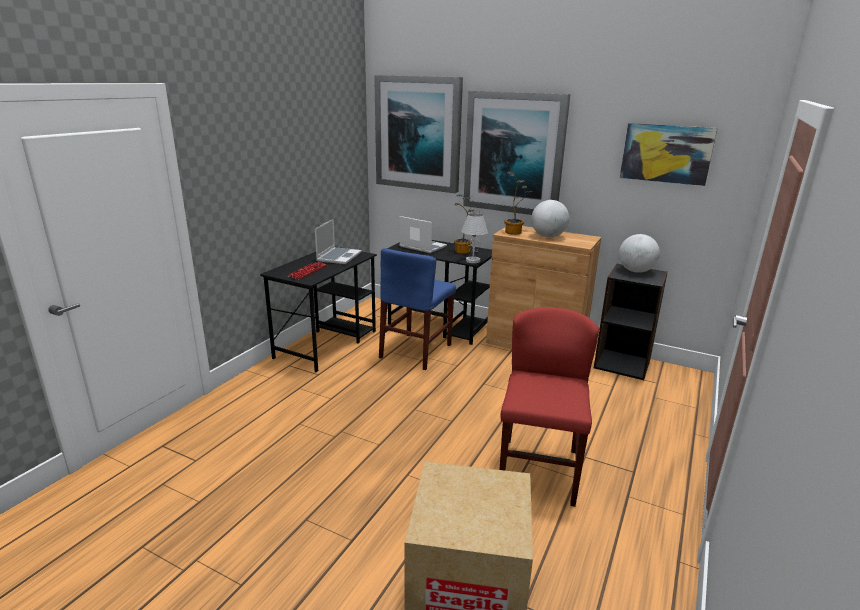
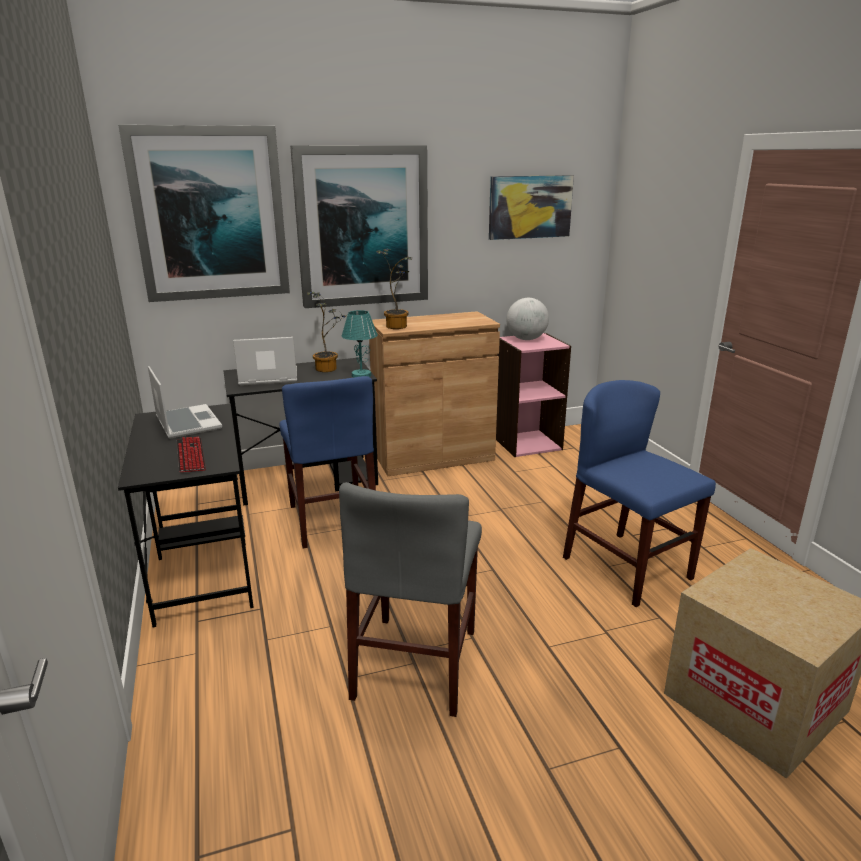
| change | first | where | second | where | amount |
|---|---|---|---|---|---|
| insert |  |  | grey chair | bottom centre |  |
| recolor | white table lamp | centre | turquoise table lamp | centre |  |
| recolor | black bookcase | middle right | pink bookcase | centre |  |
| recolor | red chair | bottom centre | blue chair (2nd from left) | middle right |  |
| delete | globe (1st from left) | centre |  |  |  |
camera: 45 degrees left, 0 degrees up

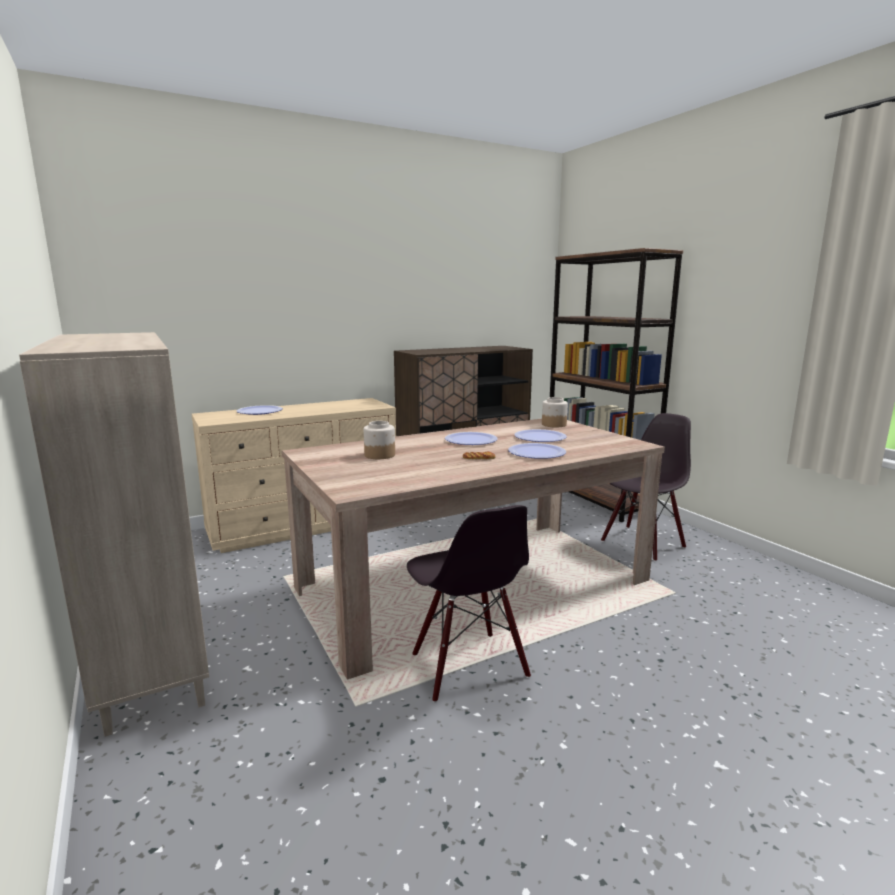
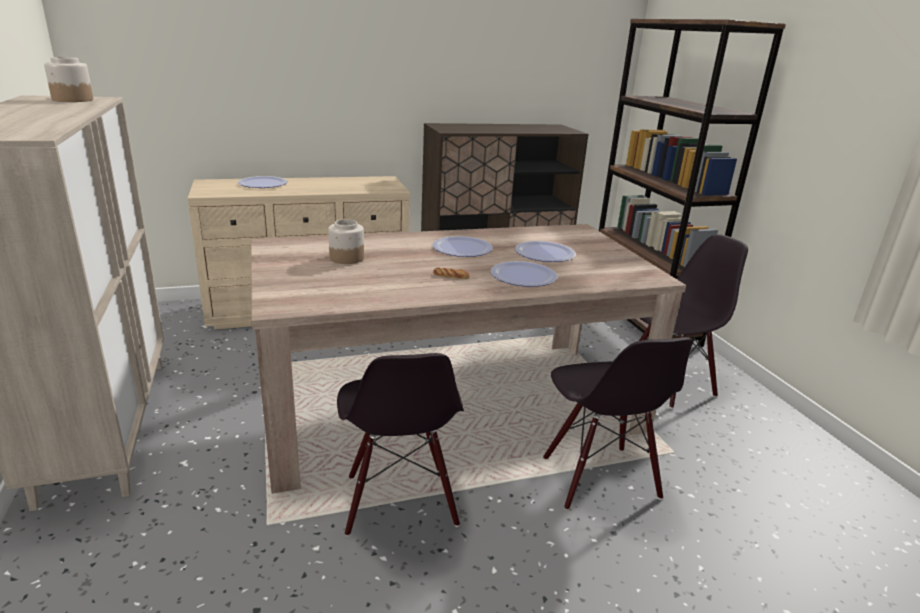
| change | first | where | second | where | amount |
|---|---|---|---|---|---|
| move | jar (2nd from left in the first image) | centre | jar (1st from left) | top left |  |
| insert |  |  | black chair (2nd from left) | bottom right |  |
camera: 10 degrees right, 10 degrees up

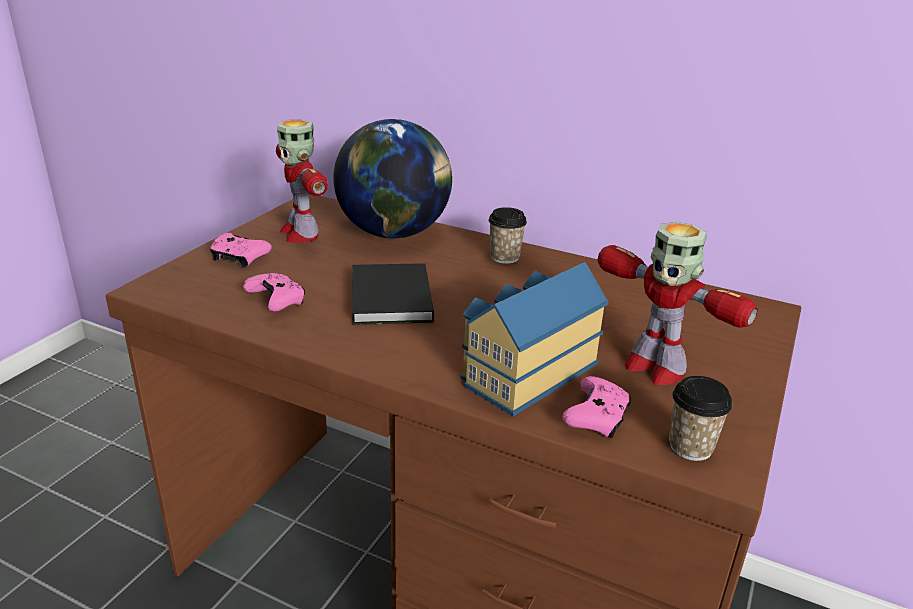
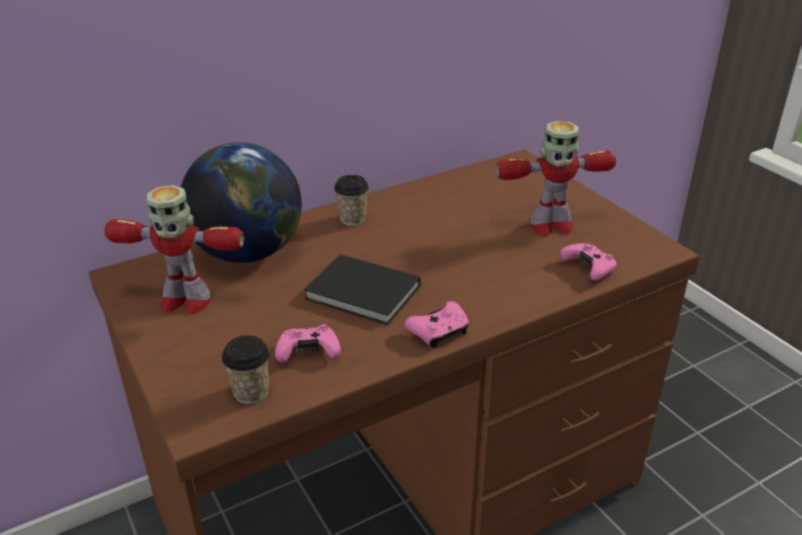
| change | first | where | second | where | amount |
|---|---|---|---|---|---|
| move | cup (2nd from left in the first image) | bottom right | cup (1st from left) | bottom left |  |
| move | pink game controller (1st from left in the first image) | middle left | pink game controller (2nd from left) | centre |  |
| delete | toy house | centre |  |  |  |
camera: 55 degrees left, 5 degrees up

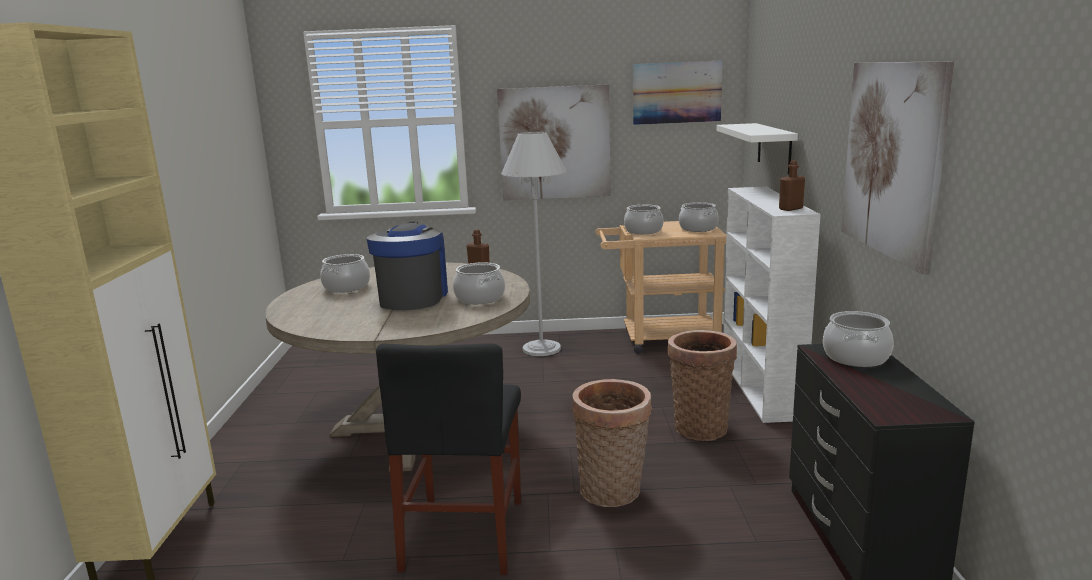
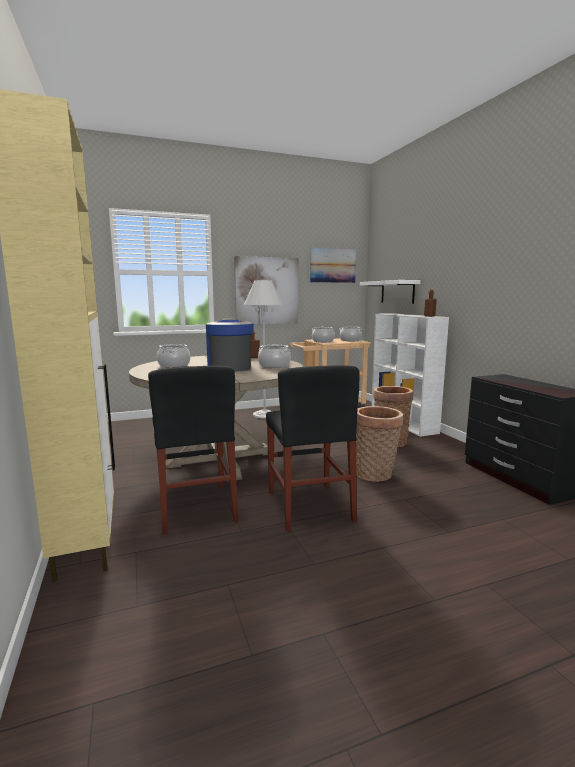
| change | first | where | second | where | amount |
|---|---|---|---|---|---|
| insert |  |  | black chair (1st from left) | centre |  |
| delete | cooking pot (5th from left) | middle right |  |  |  |
| delete | picture (3rd from left) | top right |  |  |  |
camera: 20 degrees left, 5 degrees down

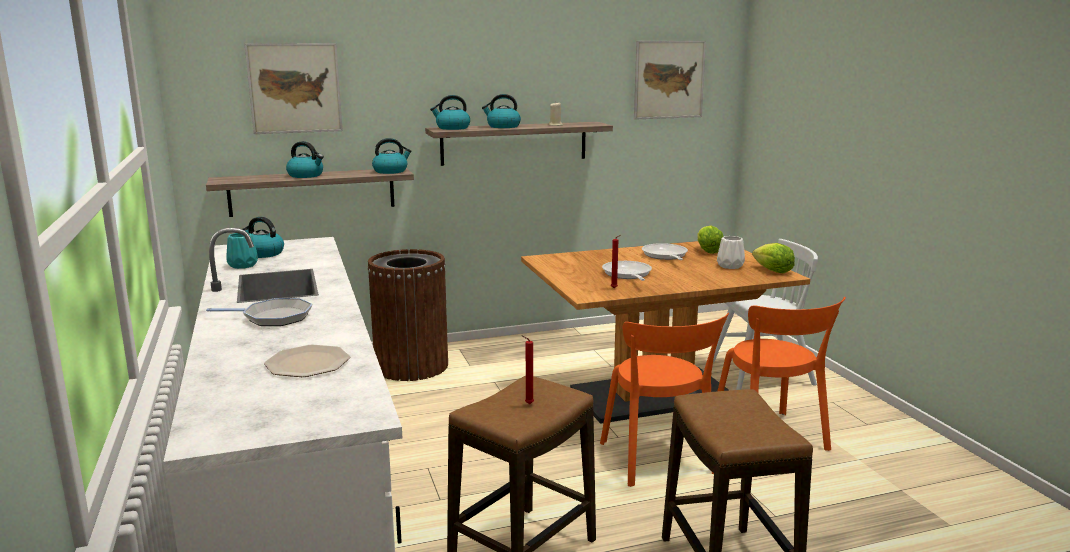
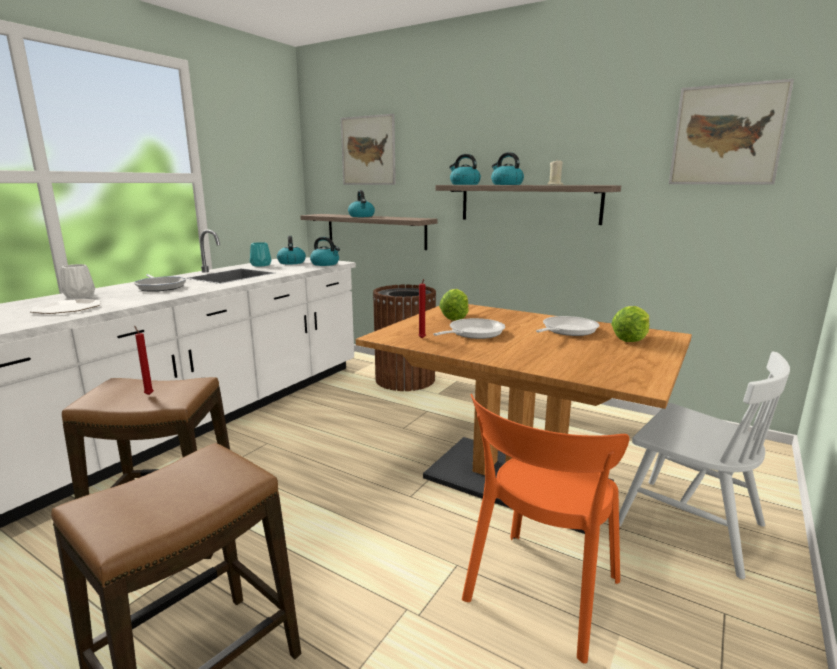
| change | first | where | second | where | amount |
|---|---|---|---|---|---|
| move | white vase | middle right |  | middle left |  |
| move | kettle (3rd from left in the first image) | top centre | kettle (2nd from left) | centre |  |
| move | lettuce (2nd from left in the first image) | middle right | lettuce (1st from left) | centre |  |
| delete | orange chair (1st from left) | bottom centre |  |  |  |
camera: 50 degrees right, 0 degrees up

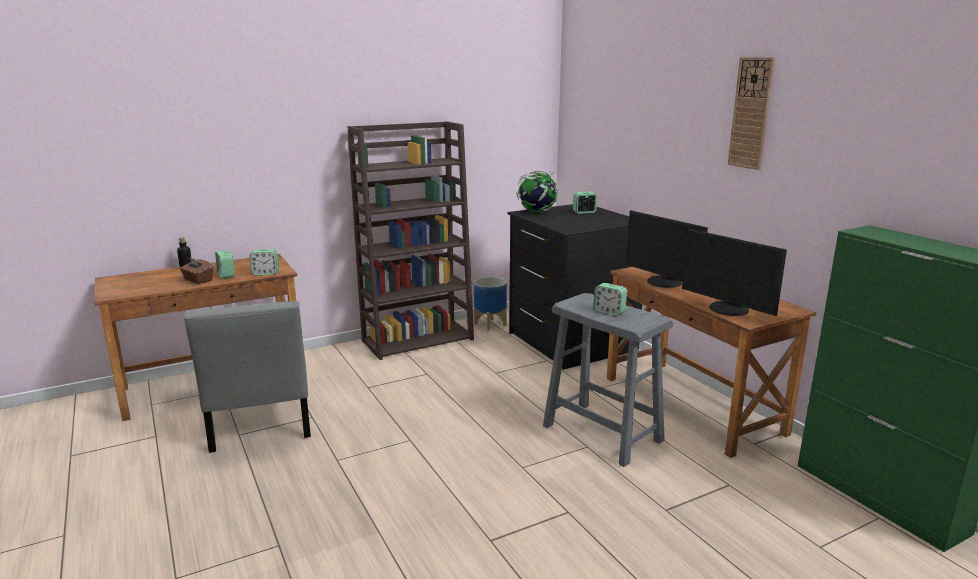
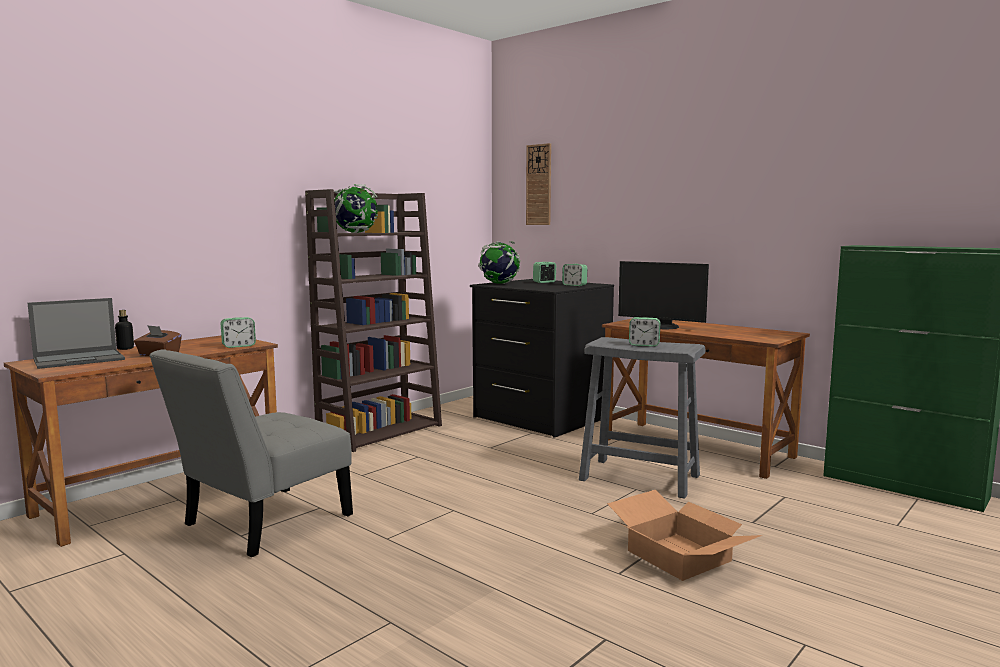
| change | first | where | second | where | amount |
|---|---|---|---|---|---|
| insert |  |  | laptop | middle left |  |
| rotate | grey chair | middle left |  | bottom left | 75 degrees clockwise |
| insert |  |  | globe (1st from left) | top centre |  |
| move | wall clock | top right |  | top centre |  |
| move | alarm clock (1st from left in the first image) | middle left | alarm clock (3rd from left) | centre |  |
| insert |  |  | cardboard box | bottom right |  |
| delete | planter | centre |  |  |  |
| delete | monitor (2nd from left) | middle right |  |  |  |
camera: 20 degrees left, 10 degrees down

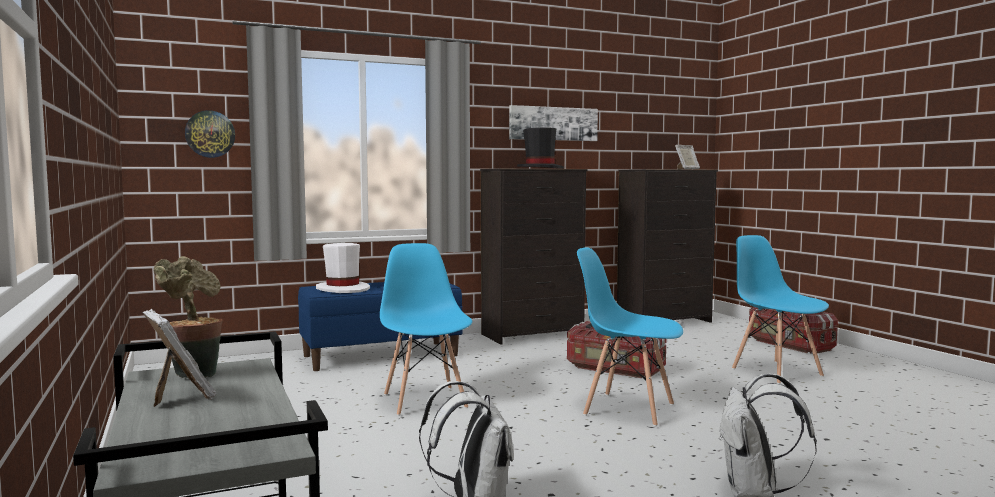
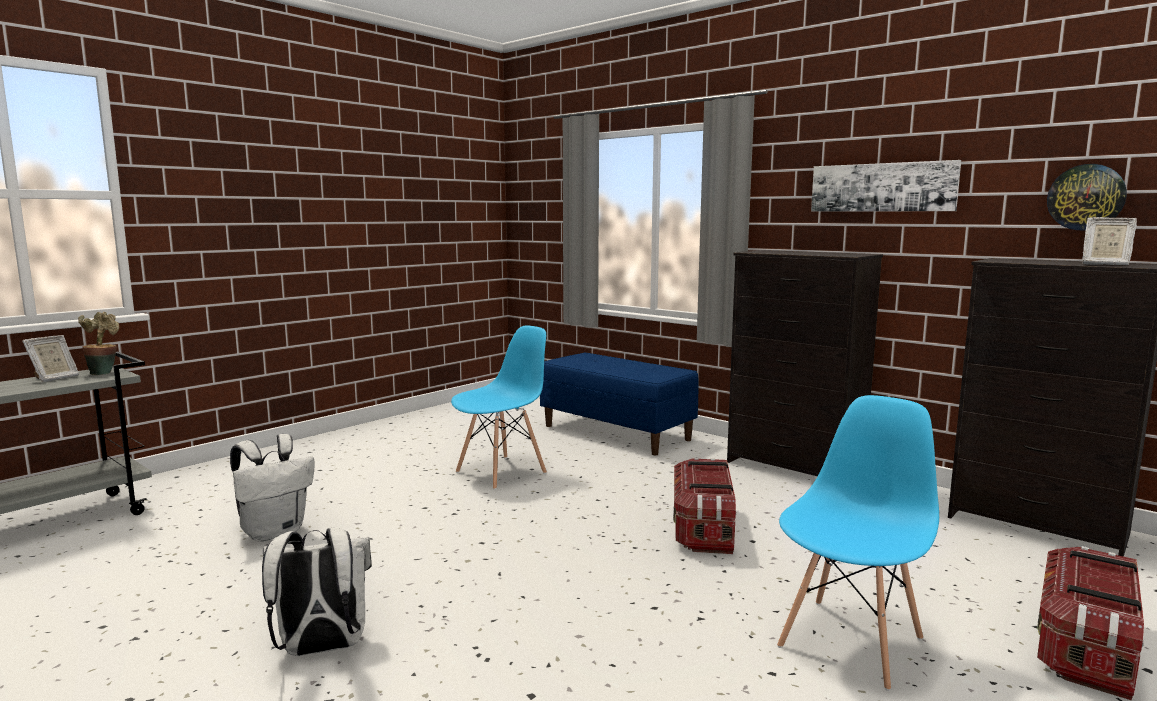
| change | first | where | second | where | amount |
|---|---|---|---|---|---|
| move | wall clock | top left |  | top right |  |
| delete | white hat | centre |  |  |  |
| delete | black hat | top centre |  |  |  |
| delete | blue chair (2nd from left) | bottom centre |  |  |  |
camera: 65 degrees right, 5 degrees up

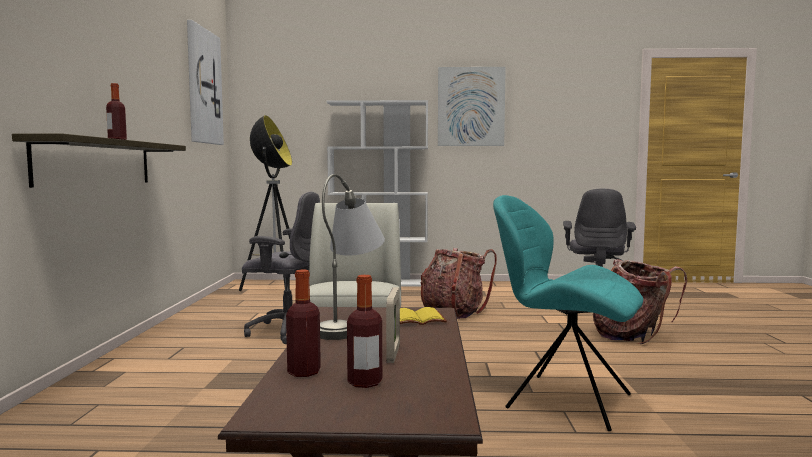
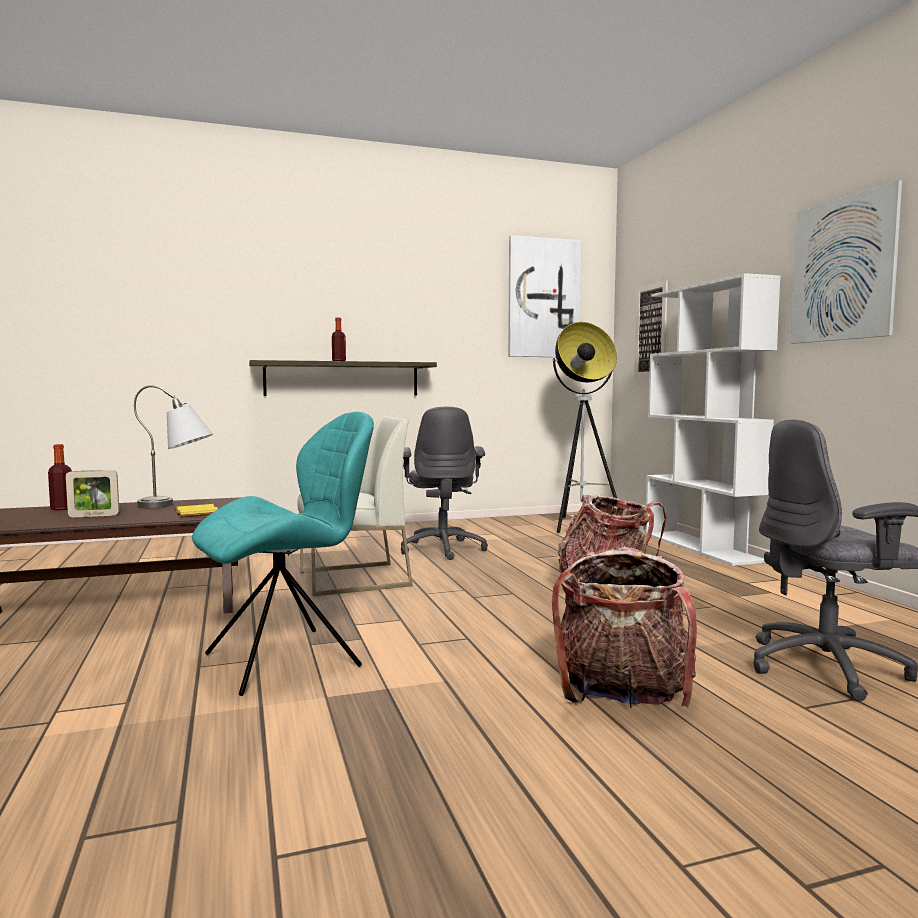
| change | first | where | second | where | amount |
|---|---|---|---|---|---|
| rotate | turquoise chair | bottom right |  | middle left | 45 degrees clockwise |
| insert |  |  | picture (2nd from left) | middle right |  |
| delete | bottle (3rd from left) | bottom centre |  |  |  |
camera: 70 degrees right, 0 degrees up

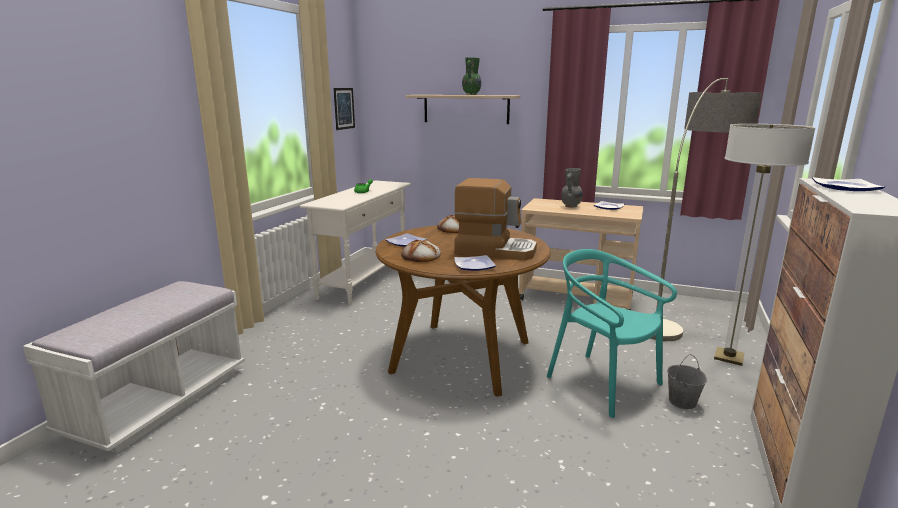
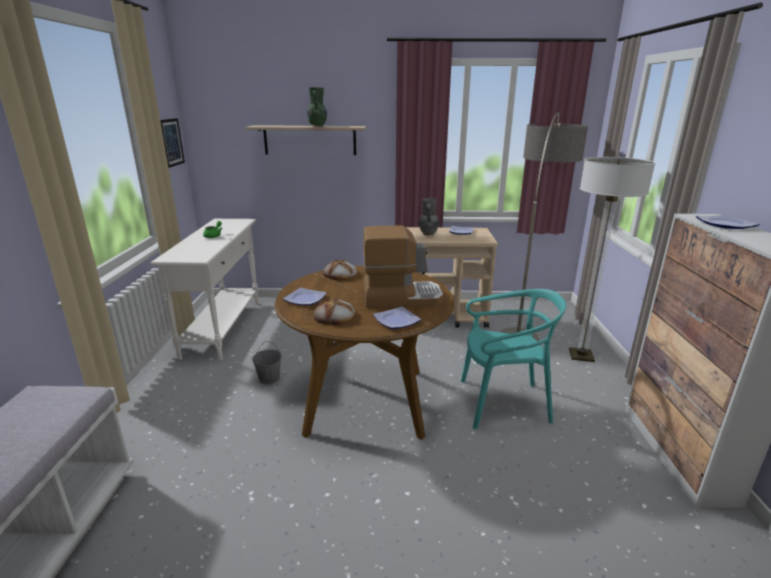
| change | first | where | second | where | amount |
|---|---|---|---|---|---|
| move | grey bucket | bottom right |  | centre |  |
| rotate | turquoise chair | middle right |  | centre | 150 degrees clockwise |
camera: 20 degrees left, 5 degrees up

